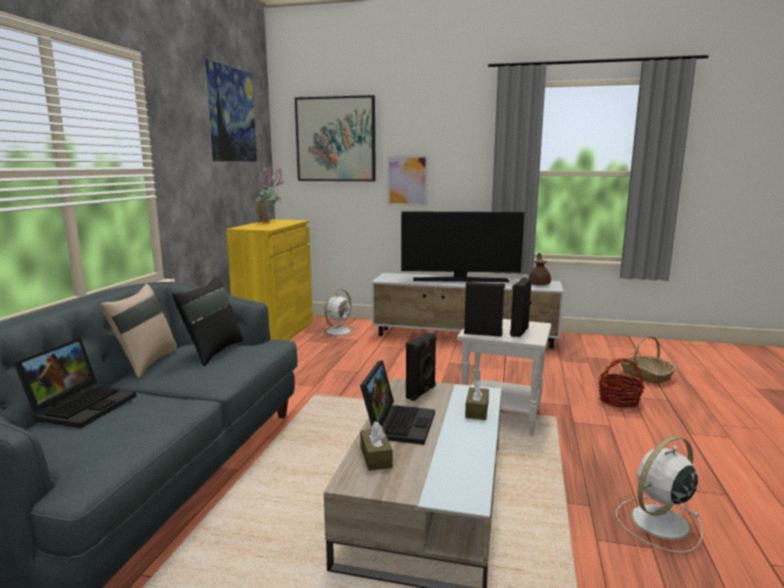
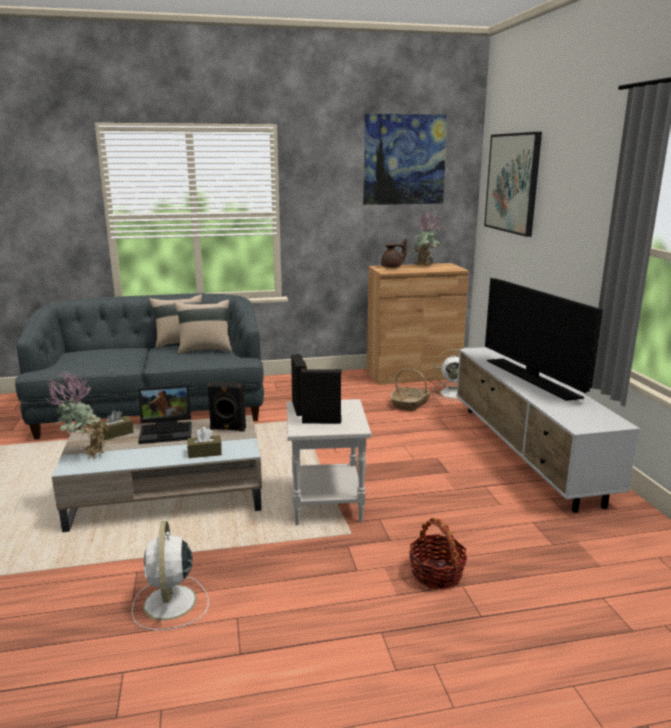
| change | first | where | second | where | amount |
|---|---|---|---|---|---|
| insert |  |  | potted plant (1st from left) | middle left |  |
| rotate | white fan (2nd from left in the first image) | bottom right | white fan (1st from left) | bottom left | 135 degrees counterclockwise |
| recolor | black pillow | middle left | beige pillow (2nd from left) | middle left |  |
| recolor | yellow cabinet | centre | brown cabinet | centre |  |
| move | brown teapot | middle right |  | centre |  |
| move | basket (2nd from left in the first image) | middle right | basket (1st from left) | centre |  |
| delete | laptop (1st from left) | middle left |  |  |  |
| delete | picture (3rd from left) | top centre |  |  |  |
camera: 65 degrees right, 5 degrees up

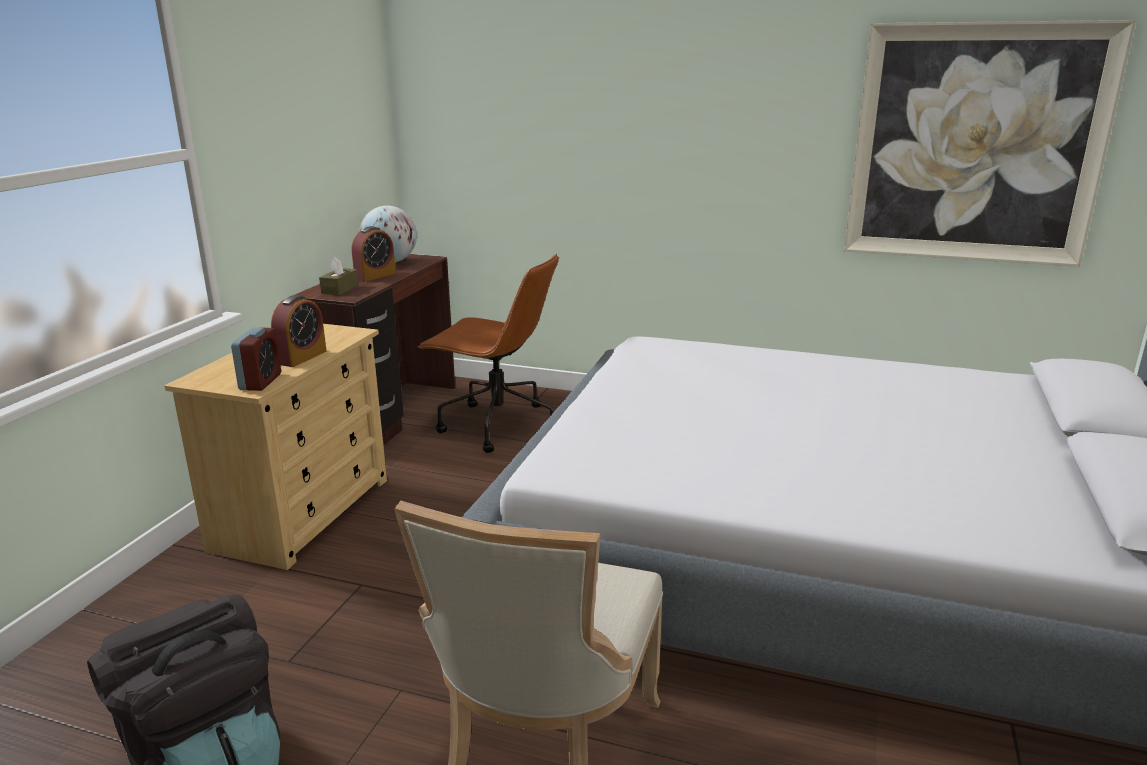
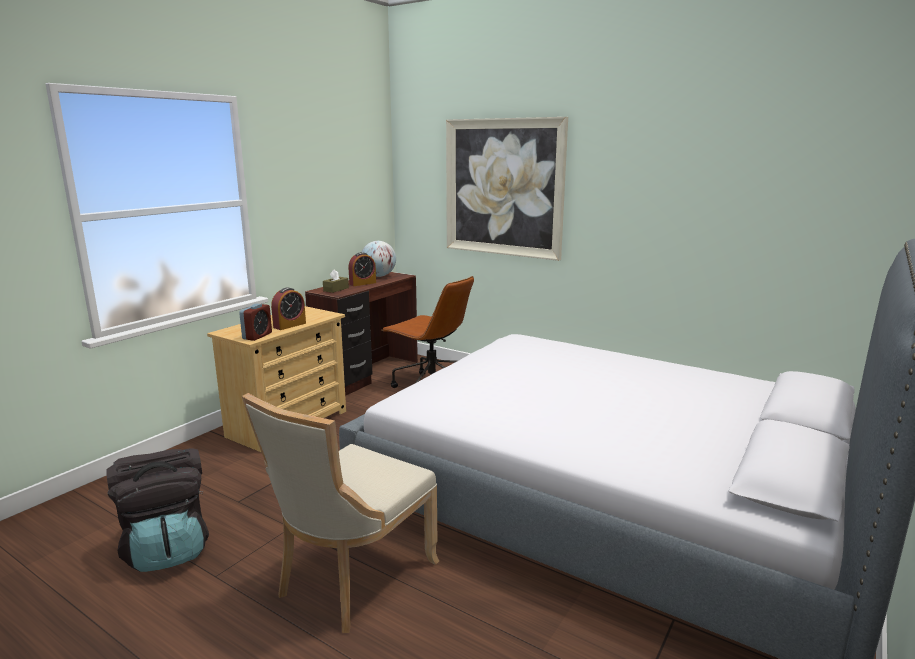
| change | first | where | second | where | amount |
|---|---|---|---|---|---|
| move | picture | top right |  | top centre |  |
camera: 15 degrees right, 5 degrees down

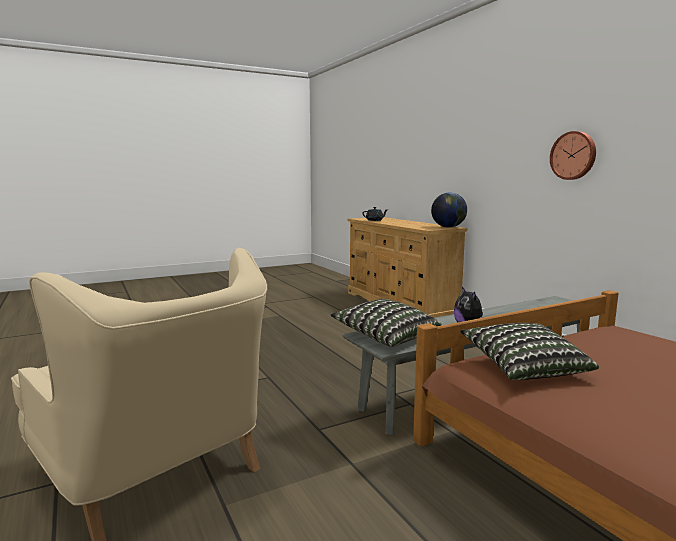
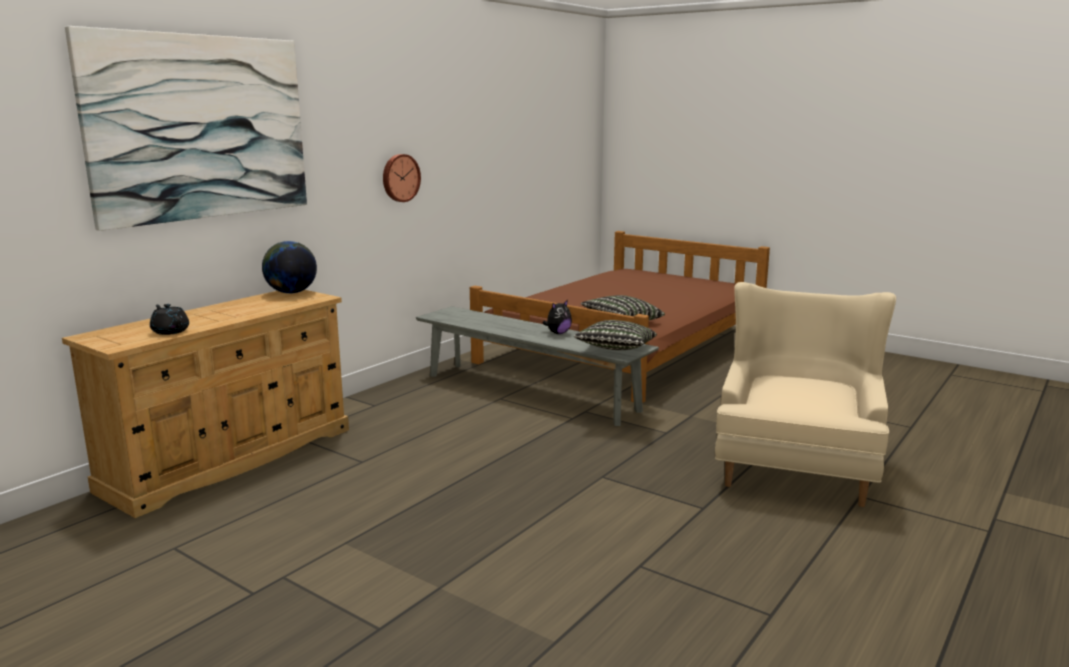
| change | first | where | second | where | amount |
|---|---|---|---|---|---|
| insert |  |  | picture | top left |  |
camera: 115 degrees left, 5 degrees up

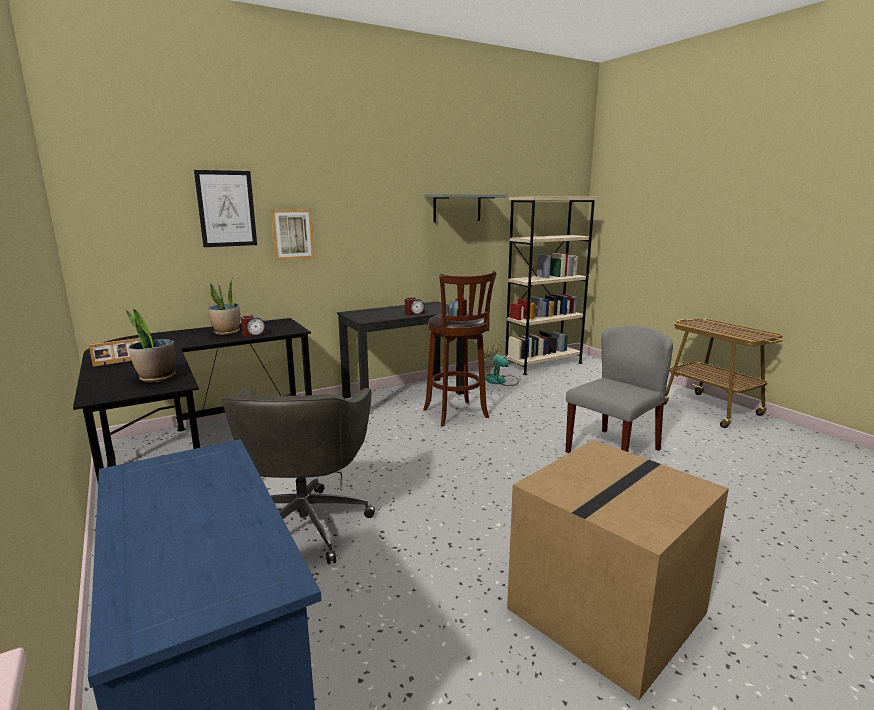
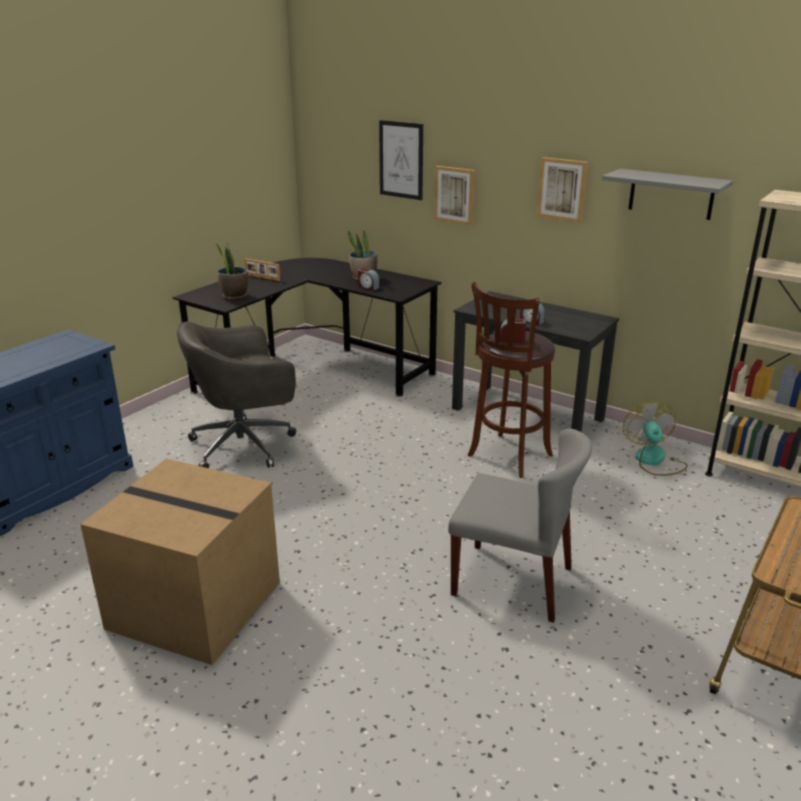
| change | first | where | second | where | amount |
|---|---|---|---|---|---|
| insert |  |  | picture (3rd from left) | top right |  |
camera: 65 degrees right, 10 degrees up

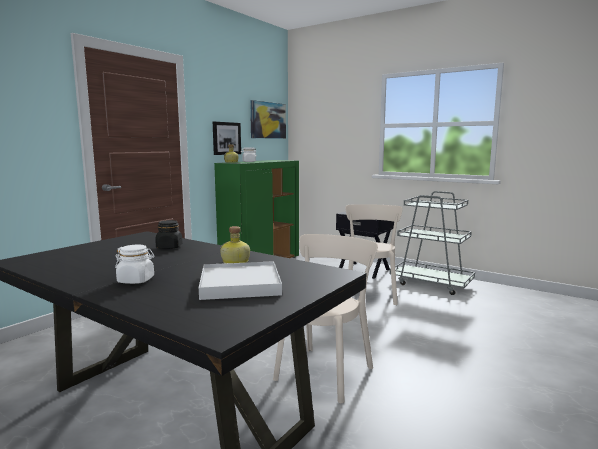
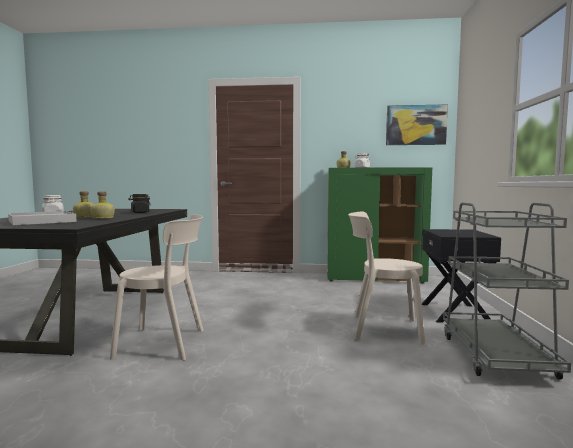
| change | first | where | second | where | amount |
|---|---|---|---|---|---|
| insert |  |  | bottle (1st from left) | middle left |  |
| rotate | beige chair (2nd from left) | centre |  | middle right | 150 degrees counterclockwise |
| delete | picture (1st from left) | top centre |  |  |  |
camera: 60 degrees right, 5 degrees down

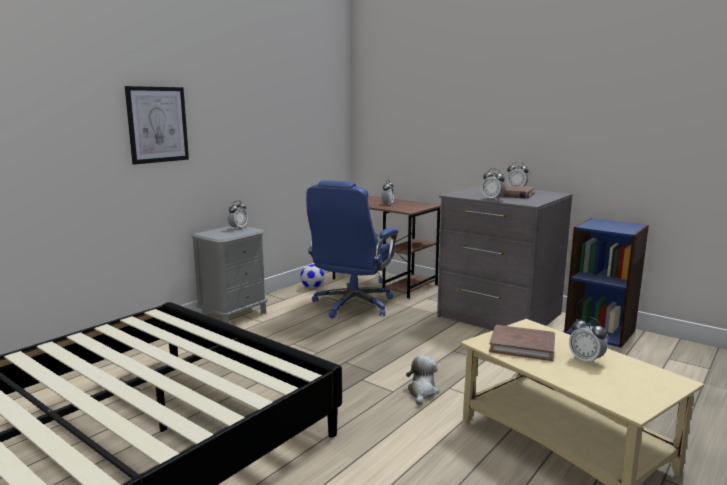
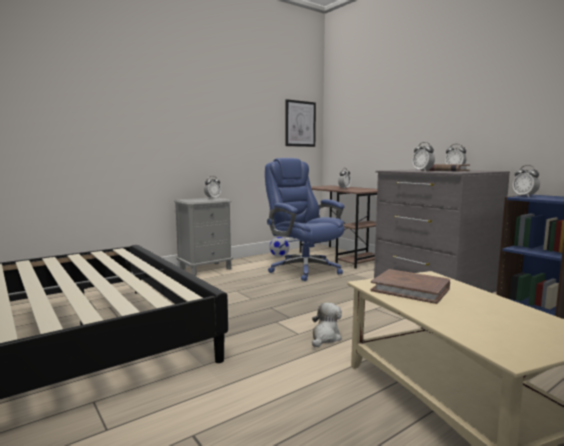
| change | first | where | second | where | amount |
|---|---|---|---|---|---|
| rotate | blue office chair | centre |  | centre | 105 degrees clockwise |
| move | picture | top left |  | top centre |  |
| move | alarm clock (5th from left) | bottom right |  | middle right |  |
camera: 15 degrees right, 5 degrees down

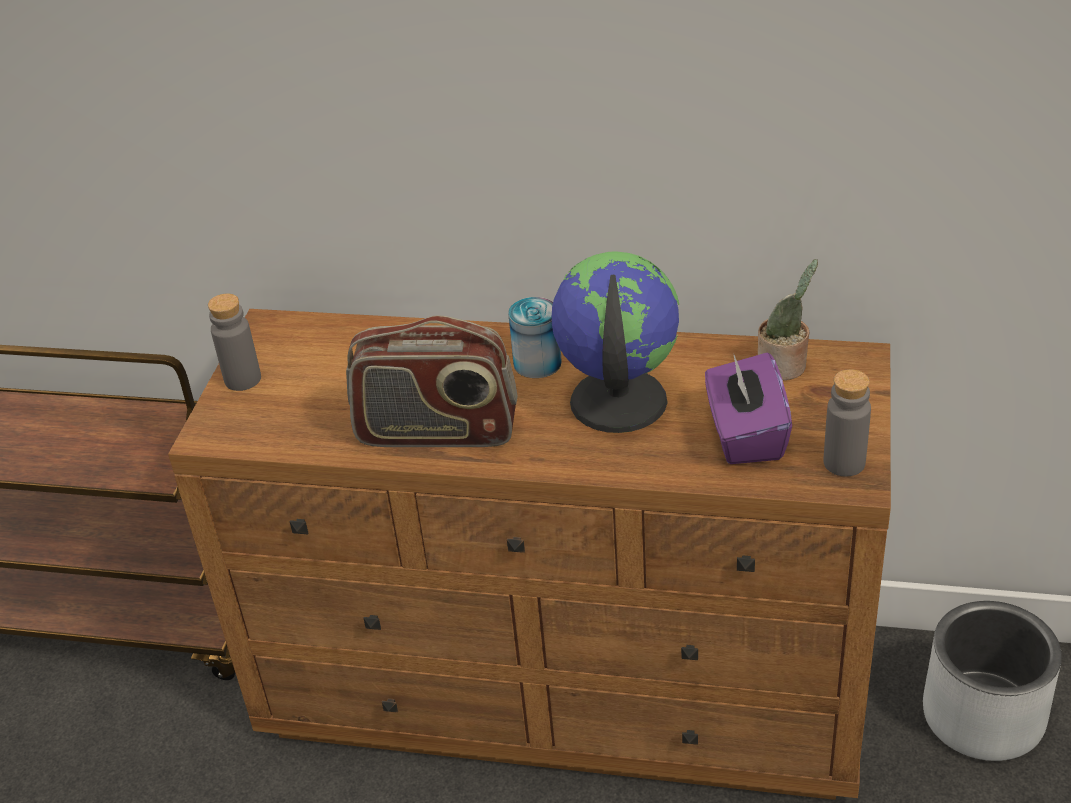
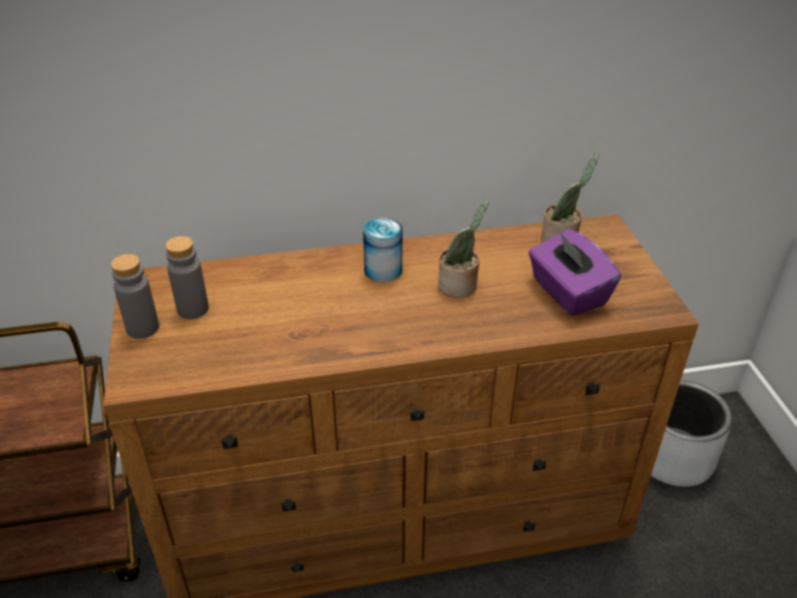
| change | first | where | second | where | amount |
|---|---|---|---|---|---|
| move | grey bottle (2nd from left) | middle right |  | middle left |  |
| replace | globe | centre | potted plant (1st from left) | centre |  |
| delete | radio | centre |  |  |  |
camera: 25 degrees left, 0 degrees up

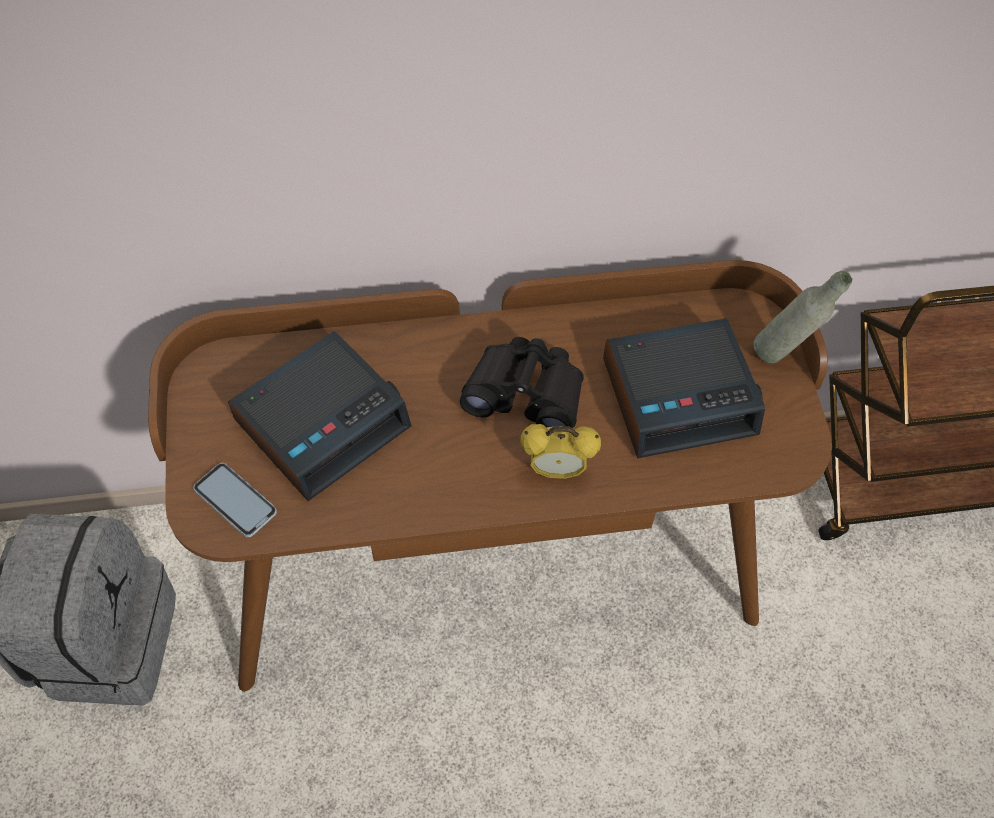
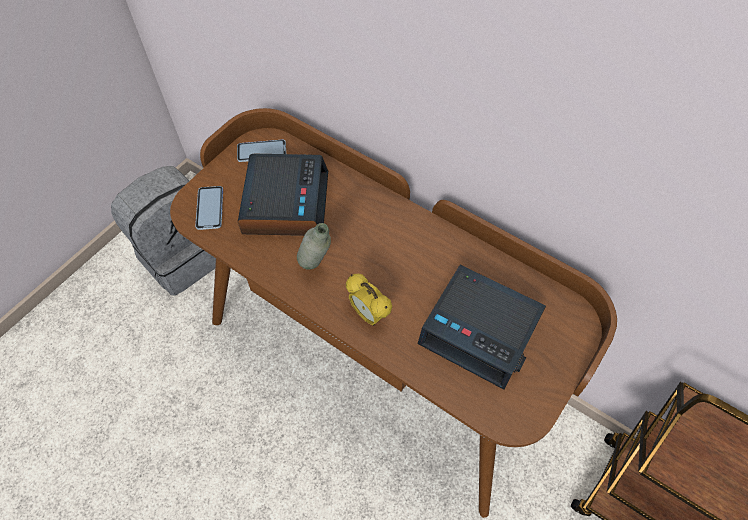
| change | first | where | second | where | amount |
|---|---|---|---|---|---|
| insert |  |  | phone (2nd from left) | top centre |  |
| rotate | alarm clock (1st from left) | middle left |  | centre | 90 degrees counterclockwise |
| move | grey bottle | middle right |  | centre |  |
| delete | black binoculars | centre |  |  |  |
camera: 45 degrees right, 0 degrees up

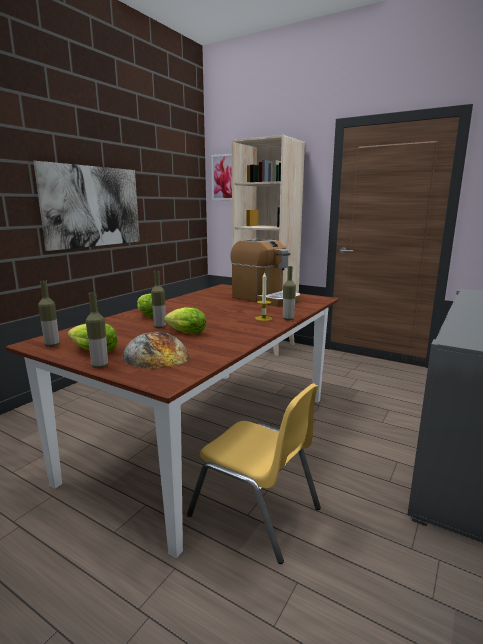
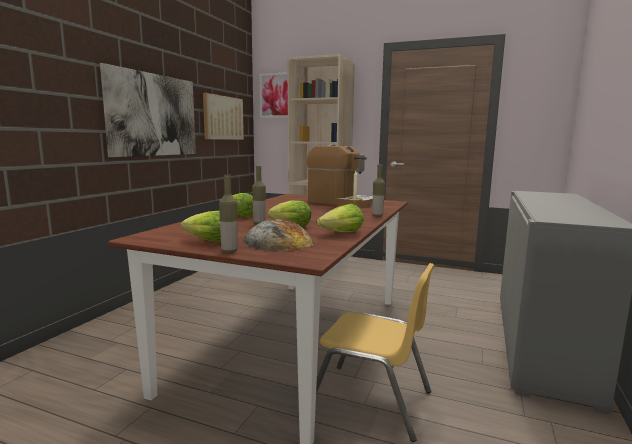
| change | first | where | second | where | amount |
|---|---|---|---|---|---|
| insert |  |  | picture (2nd from left) | top centre |  |
| insert |  |  | lettuce (4th from left) | centre |  |
| delete | bottle (1st from left) | middle left |  |  |  |
camera: 10 degrees left, 5 degrees down

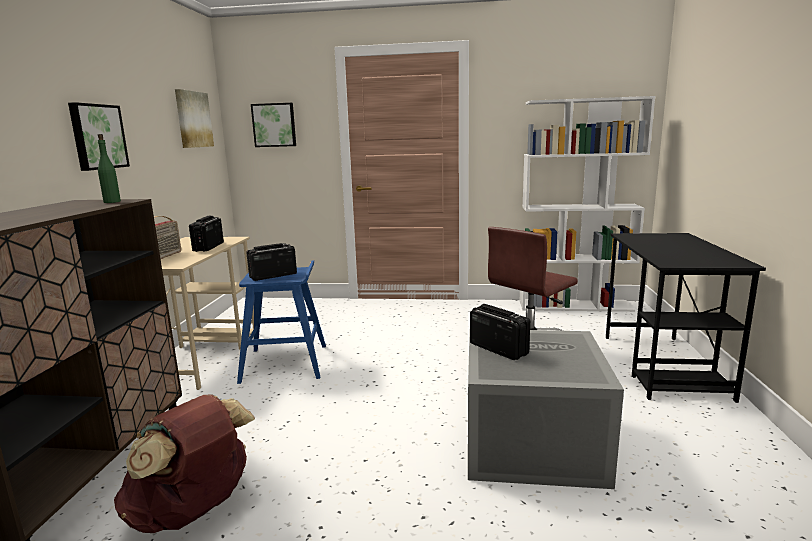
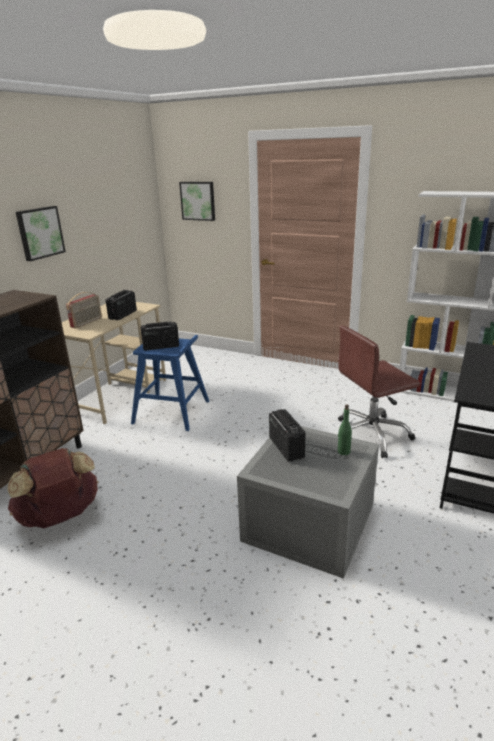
| change | first | where | second | where | amount |
|---|---|---|---|---|---|
| move | green bottle | top left |  | middle right |  |
| delete | picture (2nd from left) | top left |  |  |  |
camera: 20 degrees right, 10 degrees up

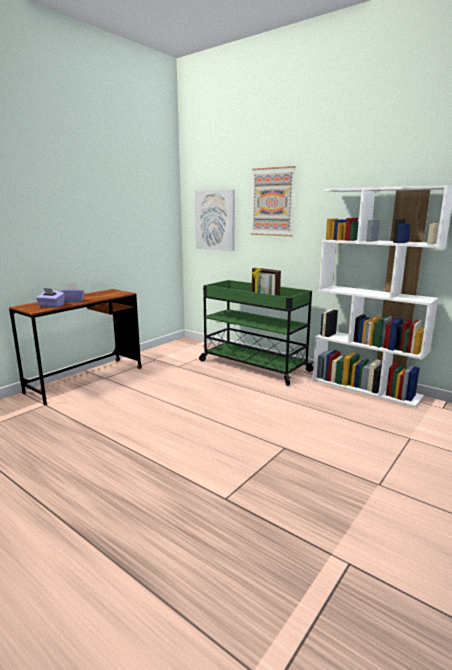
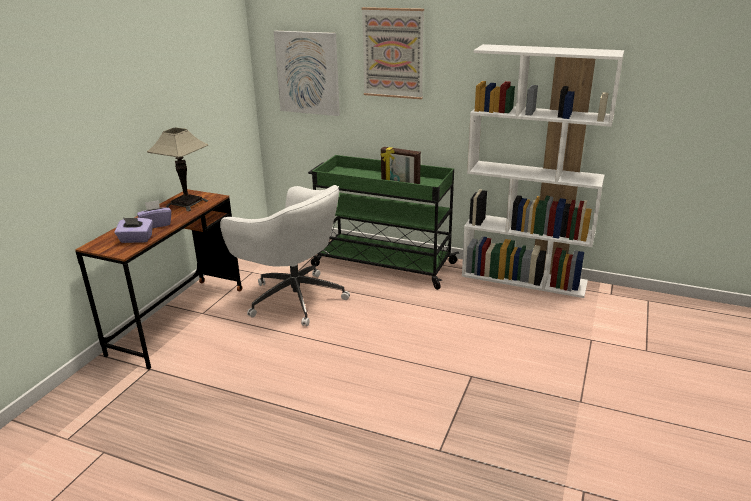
| change | first | where | second | where | amount |
|---|---|---|---|---|---|
| insert |  |  | table lamp | middle left |  |
| insert |  |  | white office chair | centre |  |
camera: 15 degrees left, 10 degrees up

